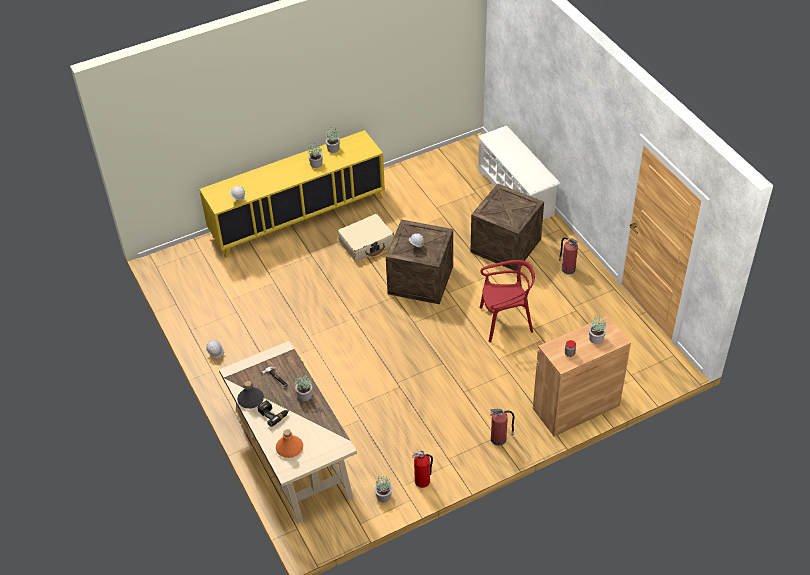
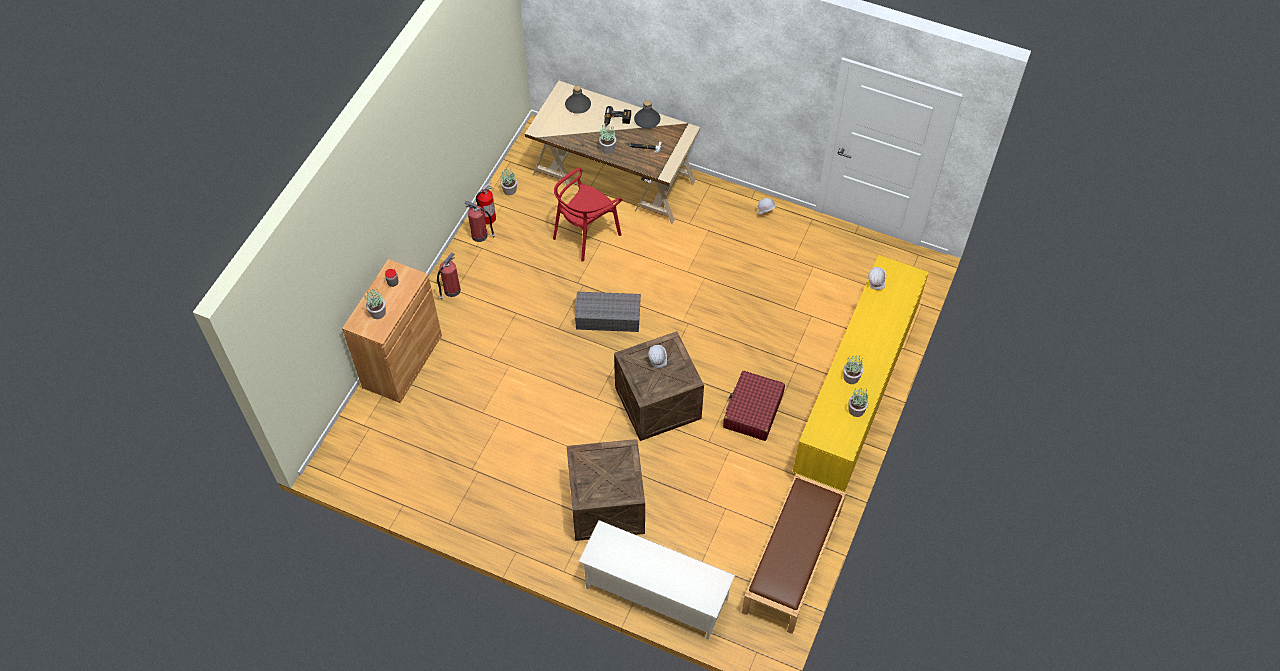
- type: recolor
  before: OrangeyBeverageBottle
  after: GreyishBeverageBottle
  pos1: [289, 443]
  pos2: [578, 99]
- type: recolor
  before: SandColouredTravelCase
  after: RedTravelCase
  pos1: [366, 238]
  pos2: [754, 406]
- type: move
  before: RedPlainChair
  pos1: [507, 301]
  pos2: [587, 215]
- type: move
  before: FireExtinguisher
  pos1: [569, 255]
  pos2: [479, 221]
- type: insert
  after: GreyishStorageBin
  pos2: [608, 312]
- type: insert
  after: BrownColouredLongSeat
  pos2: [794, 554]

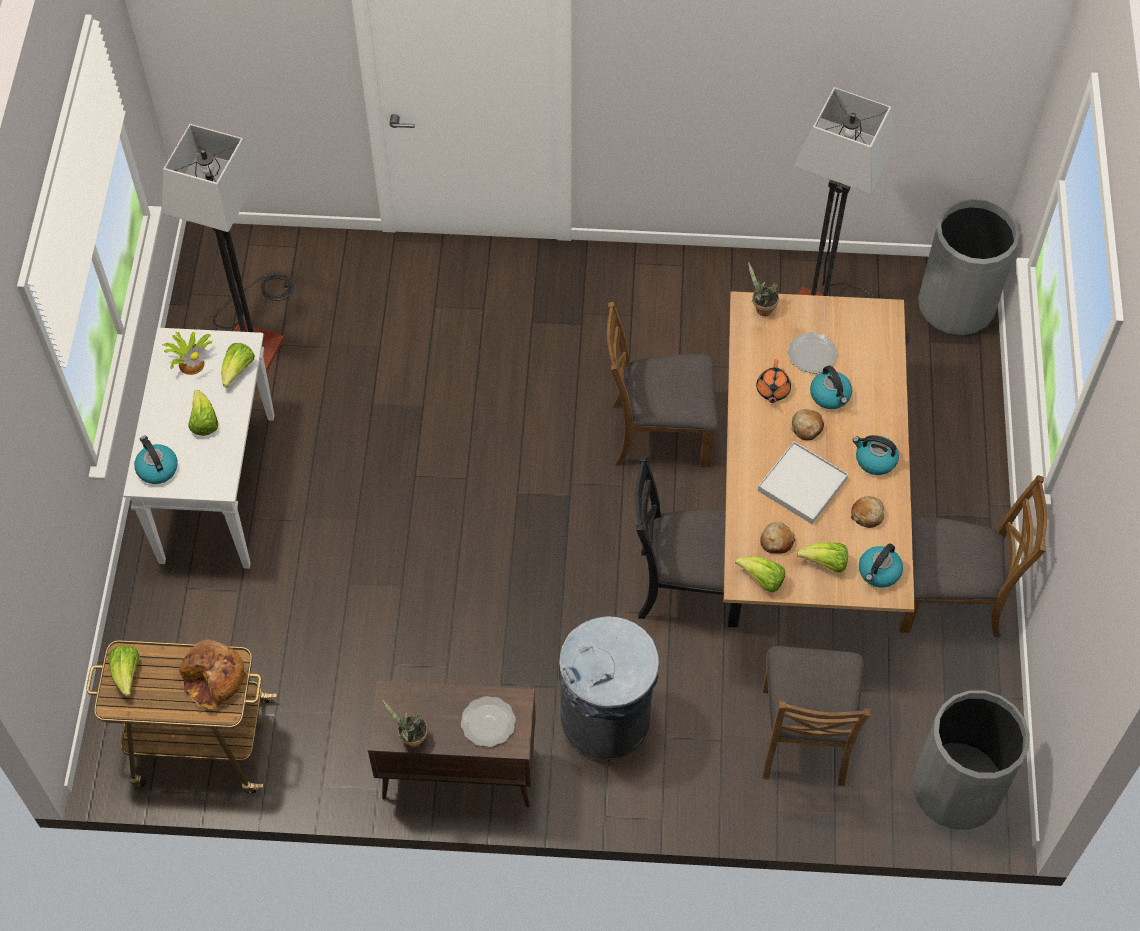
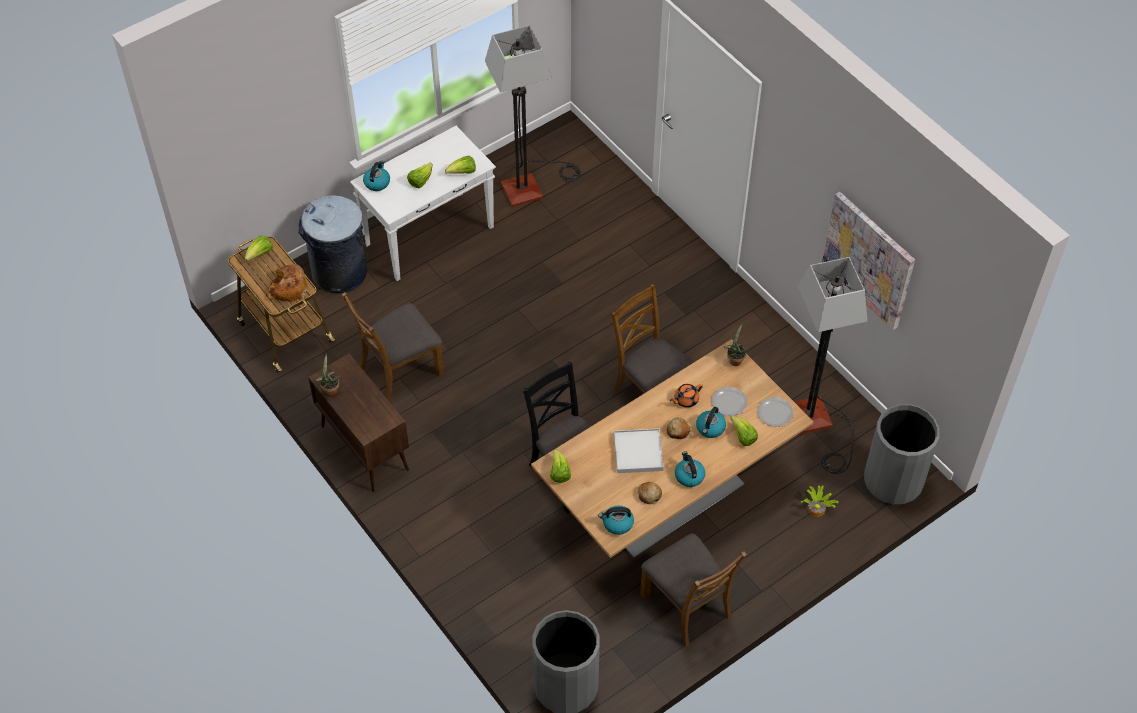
- type: move
  before: PlantInAPot
  pos1: [188, 353]
  pos2: [820, 501]
- type: move
  before: DinnerPlate
  pos1: [488, 721]
  pos2: [775, 412]
- type: move
  before: GreyishTrashCan
  pos1: [609, 688]
  pos2: [332, 244]
- type: delete
  before: Bread
  pos1: [777, 538]
- type: move
  before: BrownColouredPlainChair
  pos1: [817, 716]
  pos2: [393, 346]
- type: move
  before: LettuceHead
  pos1: [822, 557]
  pos2: [744, 431]
- type: insert
  after: WallPicture
  pos2: [868, 261]

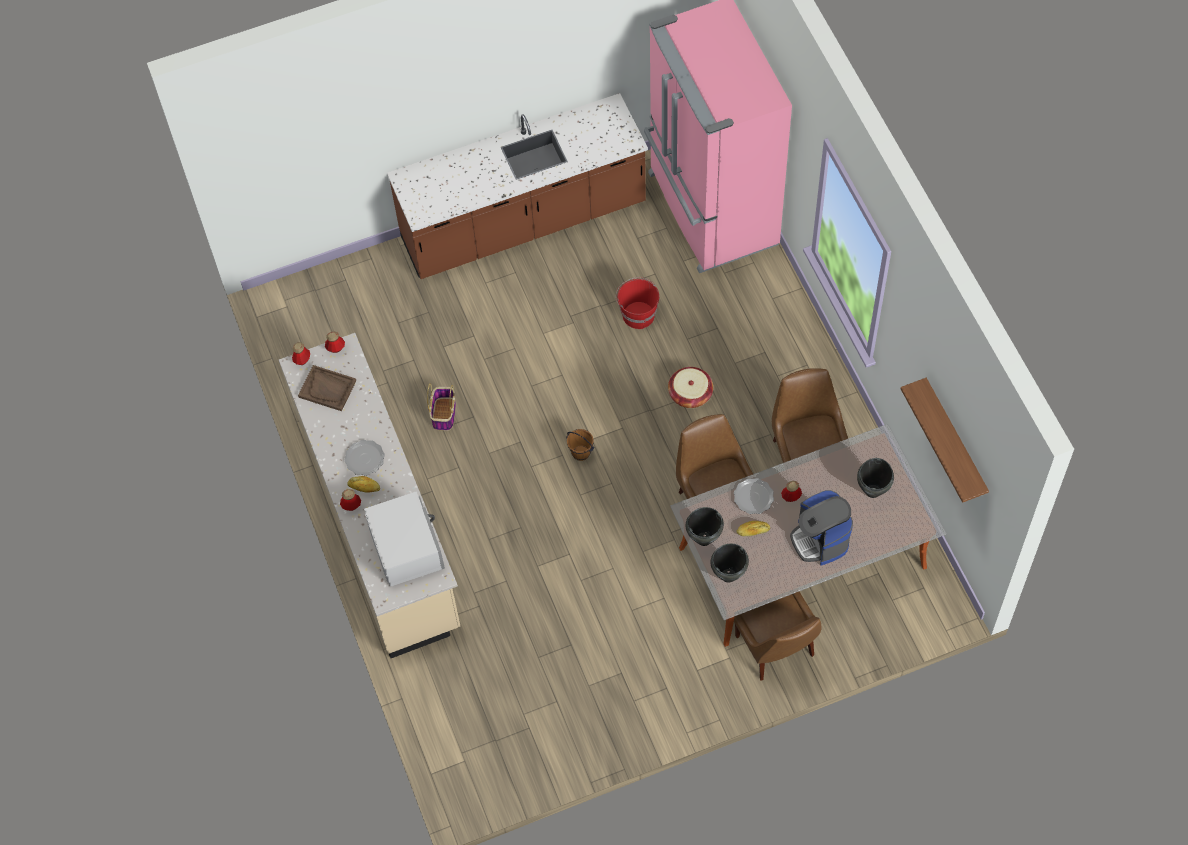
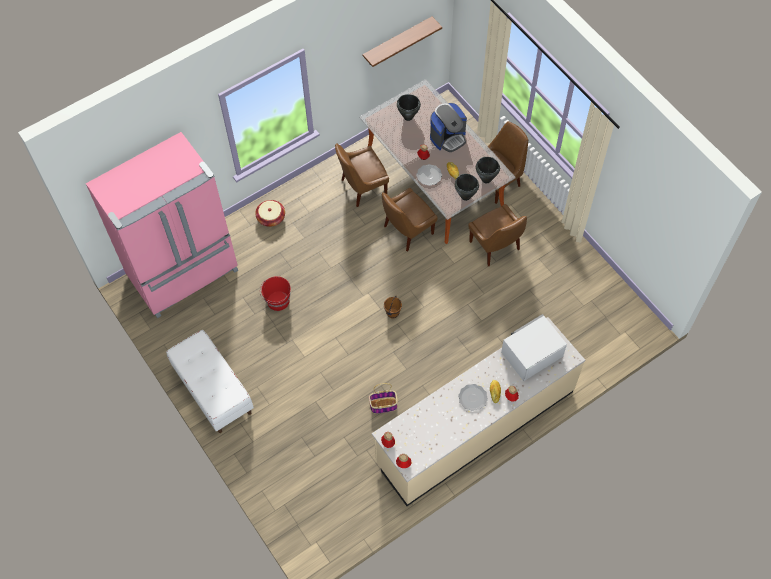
- type: delete
  before: BrownColouredTray
  pos1: [327, 388]
- type: replace
  before: BrownColouredKitchenBaseUnit
  after: WhiteColouredLongSeat
  pos1: [517, 186]
  pos2: [210, 381]
- type: move
  before: HouseholdBasket
  pos1: [690, 387]
  pos2: [270, 213]
- type: insert
  after: BrownColouredPlainChair
  pos2: [498, 235]

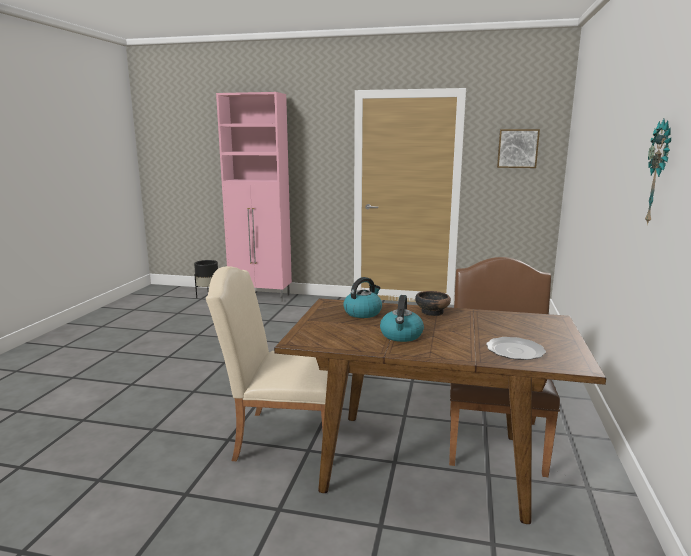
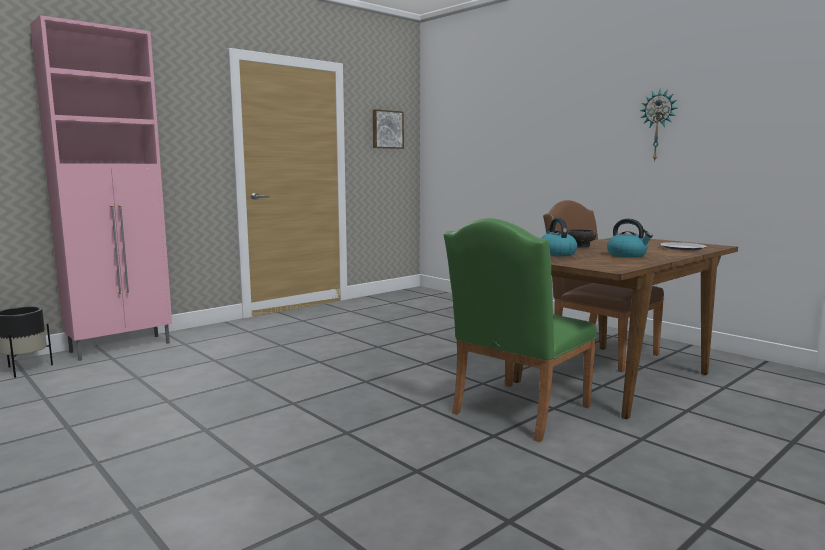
- type: recolor
  before: SandColouredPlainChair
  after: GreenishPlainChair
  pos1: [267, 363]
  pos2: [520, 330]

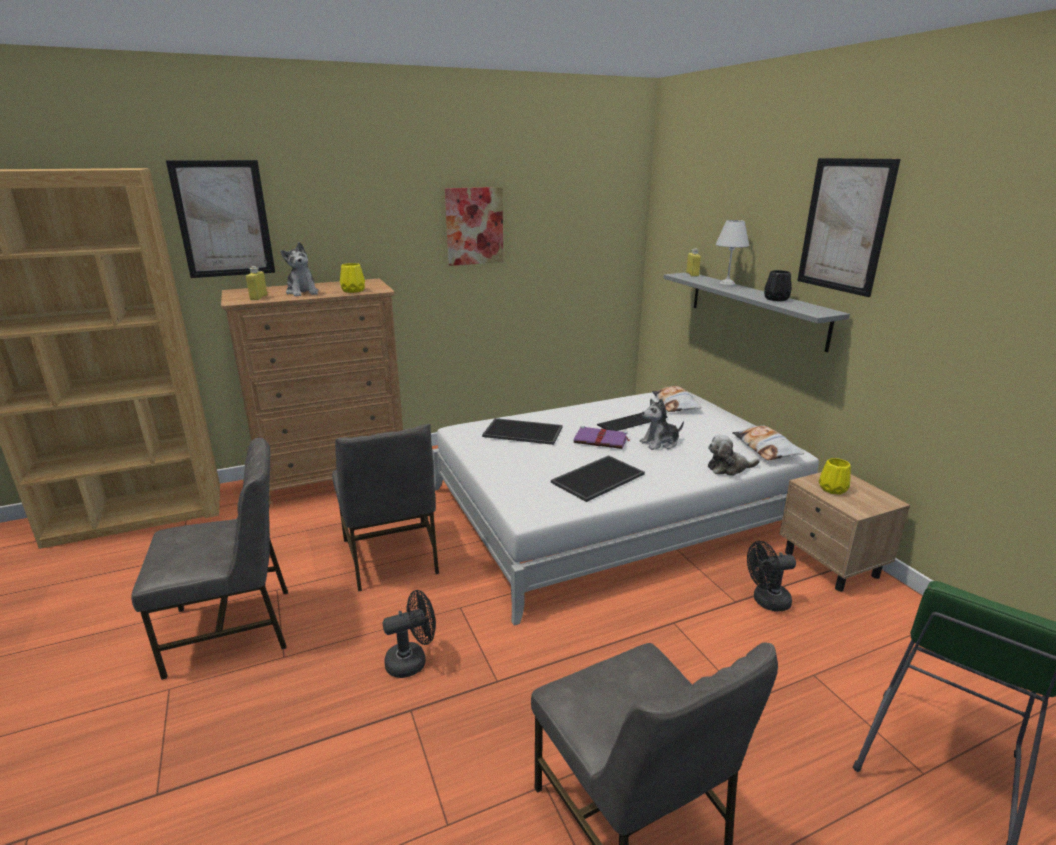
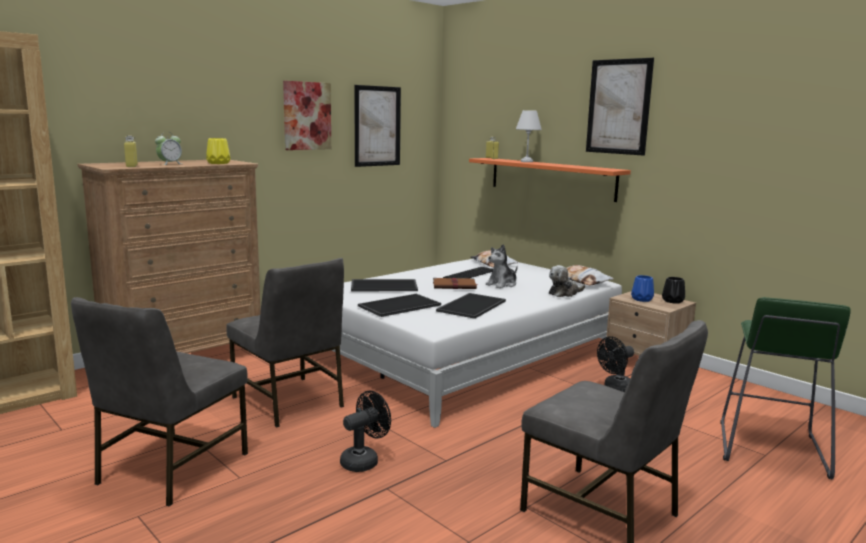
- type: rotate
  before: GreyishPlainChair
  pos1: [209, 559]
  pos2: [159, 401]
  turn: 150
- type: move
  before: WallPicture
  pos1: [220, 219]
  pos2: [377, 126]
- type: replace
  before: SoftToy
  after: BedsideClock
  pos1: [299, 269]
  pos2: [168, 148]
- type: recolor
  before: PurpleColouredBoundBook
  after: BrownColouredBoundBook
  pos1: [602, 437]
  pos2: [455, 283]
- type: recolor
  before: GreyishBracketShelf
  after: OrangeyBracketShelf
  pos1: [757, 312]
  pos2: [550, 180]
- type: move
  before: BlackishFlowerVase
  pos1: [777, 285]
  pos2: [673, 290]
- type: recolor
  before: YellowColouredFlowerVase
  after: BlueColouredFlowerVase
  pos1: [835, 476]
  pos2: [642, 288]
- type: insert
  after: Tray
  pos2: [399, 305]

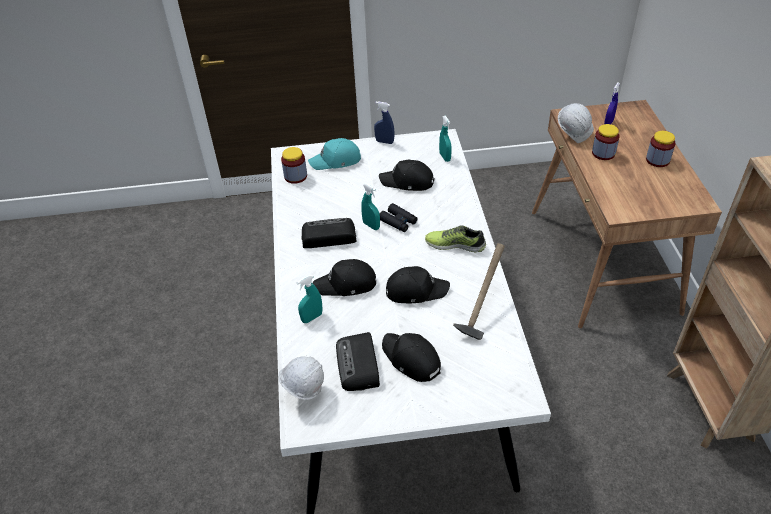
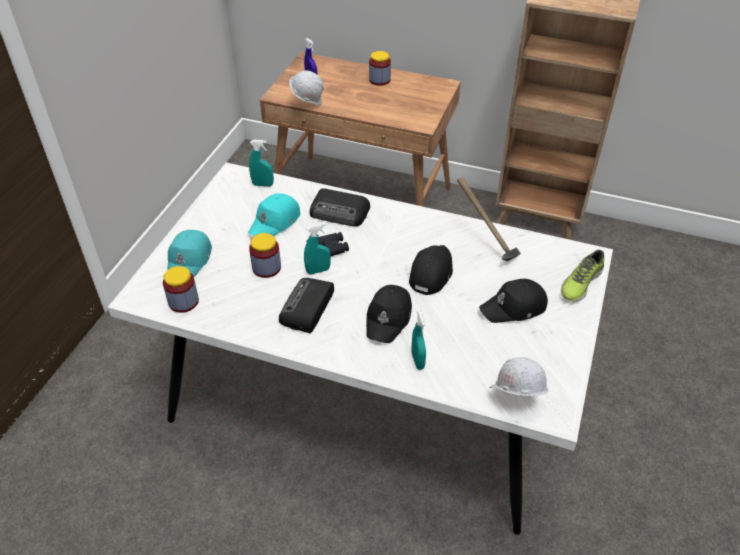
- type: move
  before: RadioReceiver
  pos1: [358, 361]
  pos2: [340, 207]
- type: delete
  before: BlueColouredHandSprayer
  pos1: [384, 122]
- type: recolor
  before: BlackishBaseballCap
  after: TurquoiseBaseballCap
  pos1: [407, 175]
  pos2: [274, 214]
- type: move
  before: ItemOfFootwear
  pos1: [455, 238]
  pos2: [582, 276]
- type: move
  before: Jar
  pos1: [606, 142]
  pos2: [265, 255]

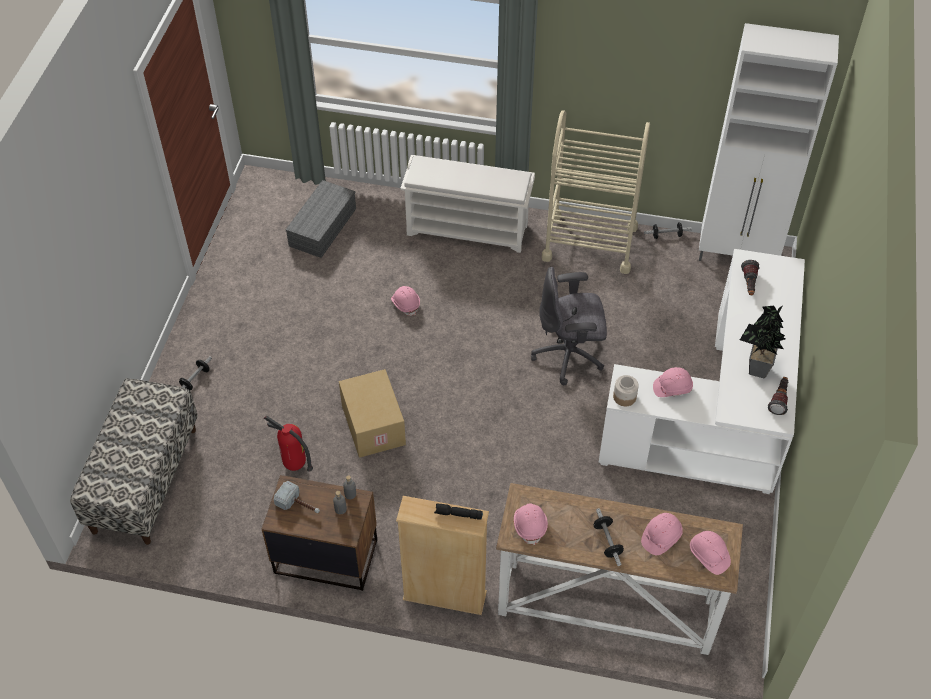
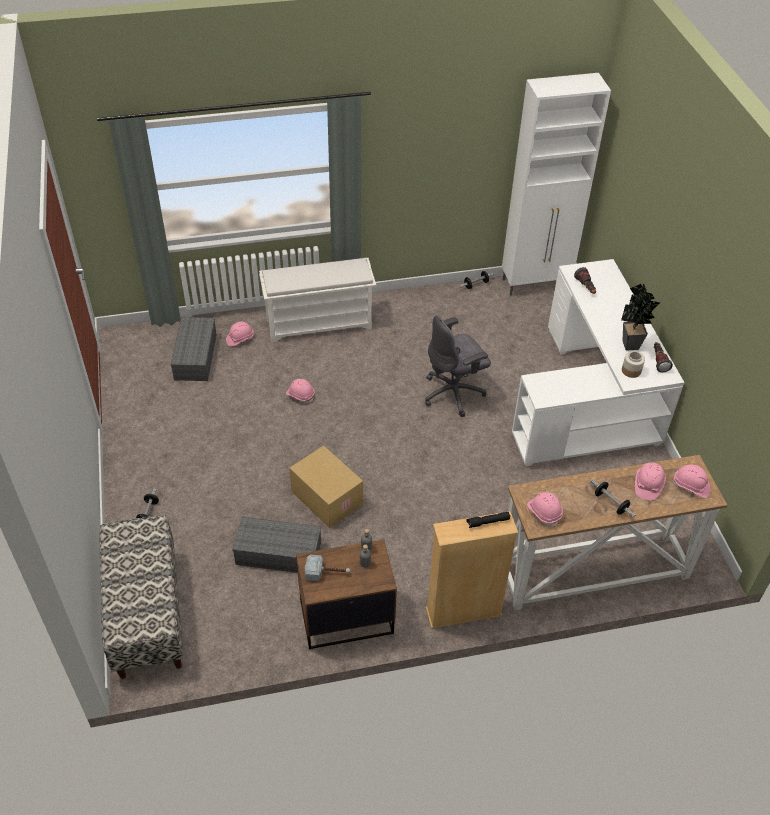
- type: replace
  before: FireExtinguisher
  after: GreyishStorageBin
  pos1: [288, 443]
  pos2: [276, 545]
- type: delete
  before: SandColouredWheeledCart
  pos1: [596, 192]
- type: move
  before: Jar
  pos1: [626, 390]
  pos2: [633, 364]
- type: move
  before: PinkishHardHat
  pos1: [673, 382]
  pos2: [240, 334]

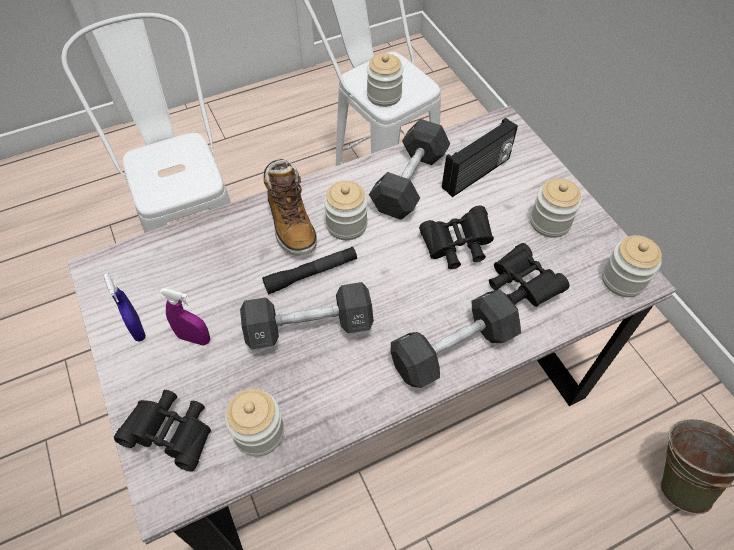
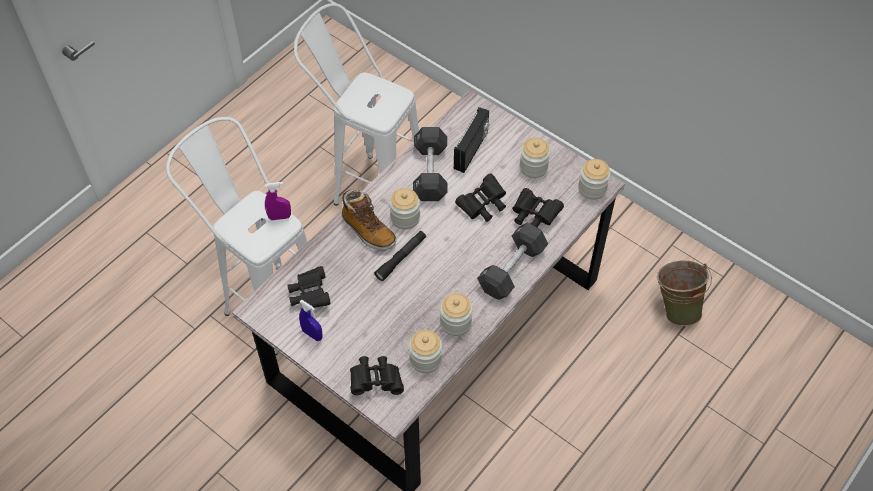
- type: move
  before: PurpleColouredHandSprayer
  pos1: [185, 317]
  pos2: [278, 201]
- type: delete
  before: BlackishDumbbell
  pos1: [307, 316]
- type: move
  before: Jar
  pos1: [385, 80]
  pos2: [456, 314]
- type: insert
  after: BlackishPairOfBinoculars
  pos2: [309, 287]

